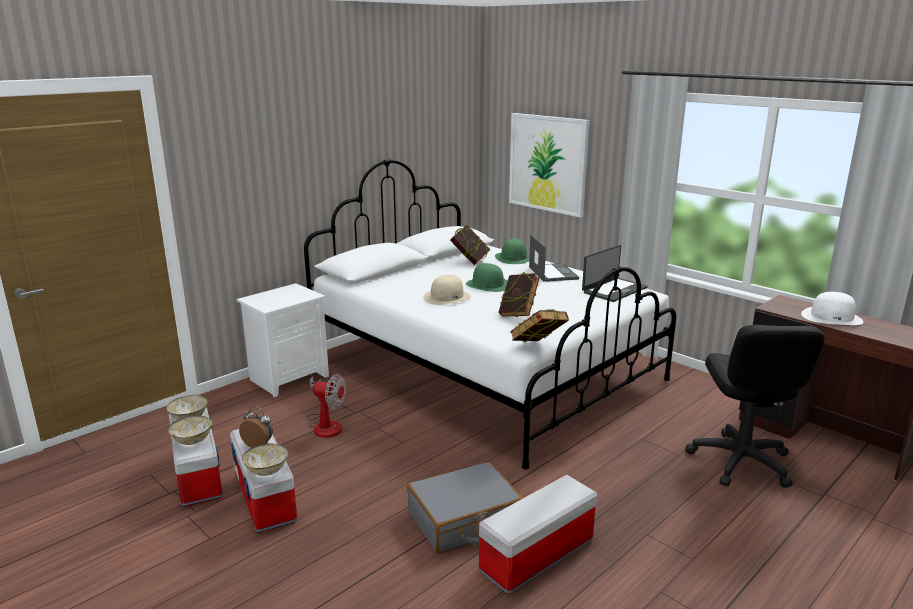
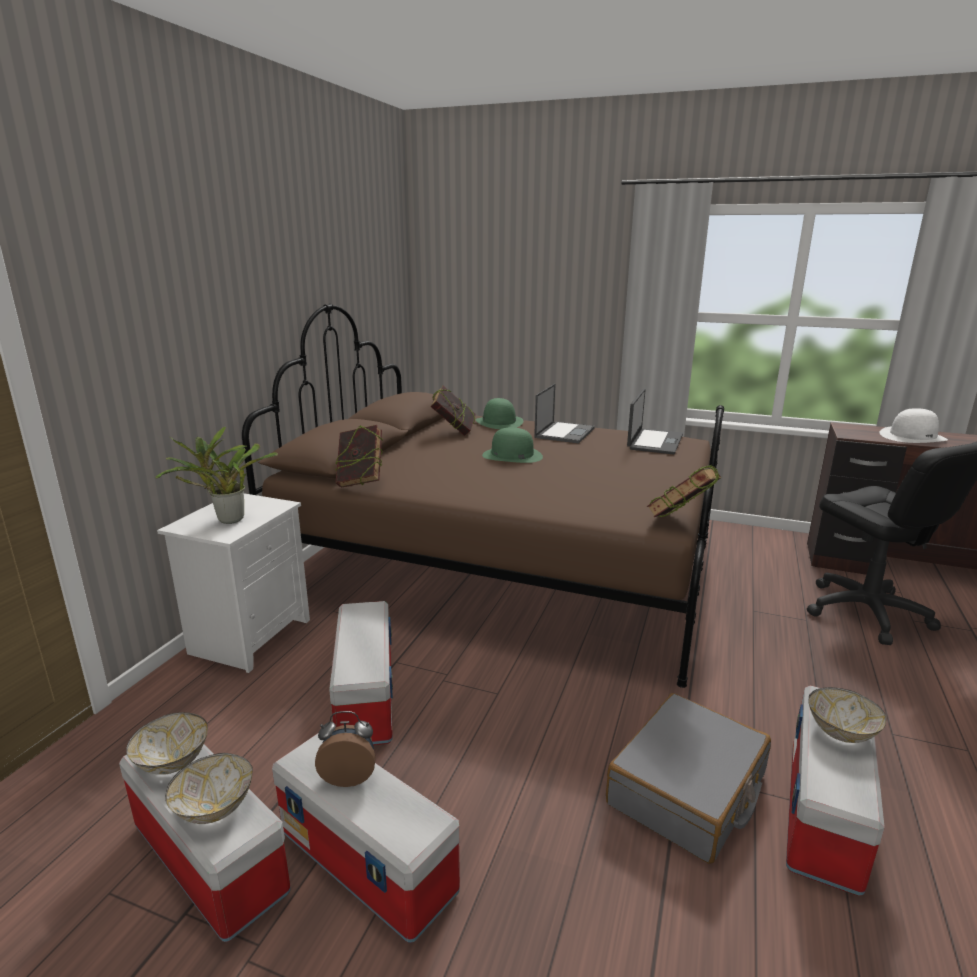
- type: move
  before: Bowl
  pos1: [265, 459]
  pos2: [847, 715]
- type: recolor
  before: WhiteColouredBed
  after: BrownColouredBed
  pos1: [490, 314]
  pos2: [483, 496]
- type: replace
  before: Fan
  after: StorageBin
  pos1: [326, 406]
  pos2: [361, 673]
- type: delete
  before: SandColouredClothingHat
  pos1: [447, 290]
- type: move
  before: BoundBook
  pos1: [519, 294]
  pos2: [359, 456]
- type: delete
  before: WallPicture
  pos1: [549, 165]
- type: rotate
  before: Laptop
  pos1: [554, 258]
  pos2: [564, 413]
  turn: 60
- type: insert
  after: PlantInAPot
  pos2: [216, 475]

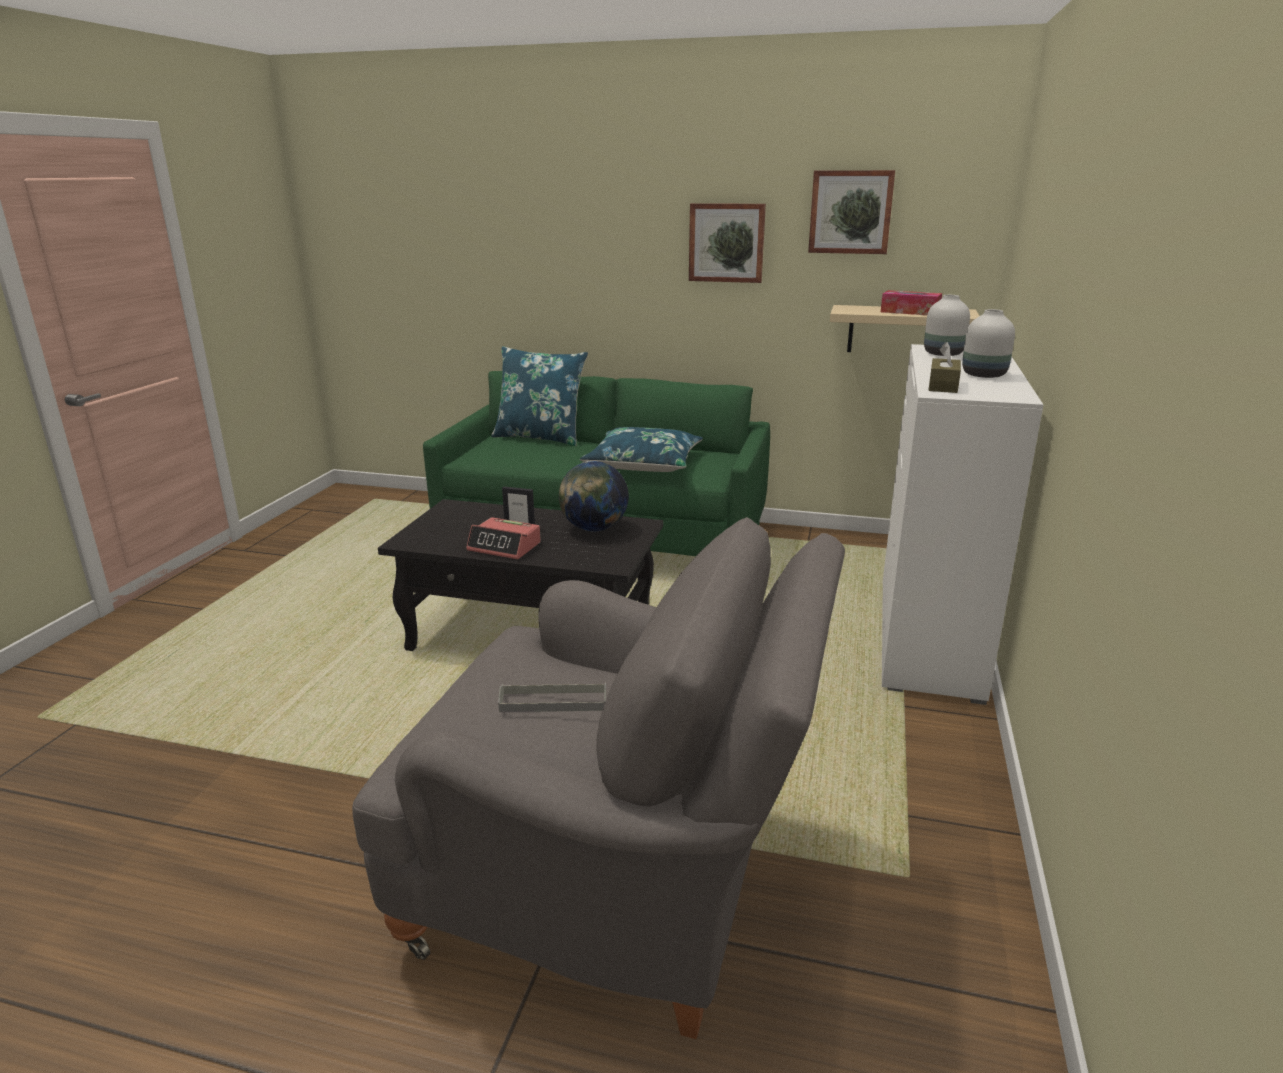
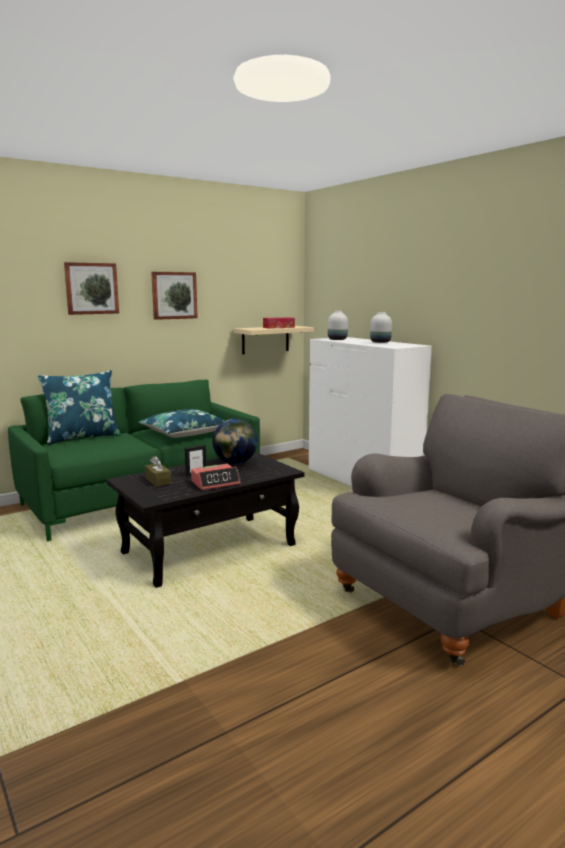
- type: delete
  before: GreyishTray
  pos1: [552, 697]
- type: move
  before: WallPicture
  pos1: [851, 212]
  pos2: [91, 288]
- type: move
  before: BrownColouredTissueHolder
  pos1: [944, 367]
  pos2: [158, 471]

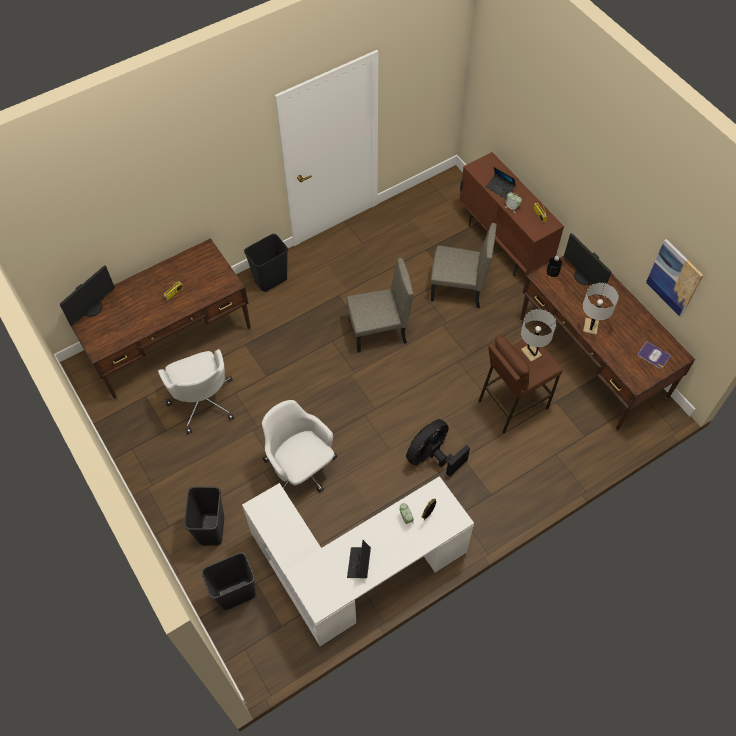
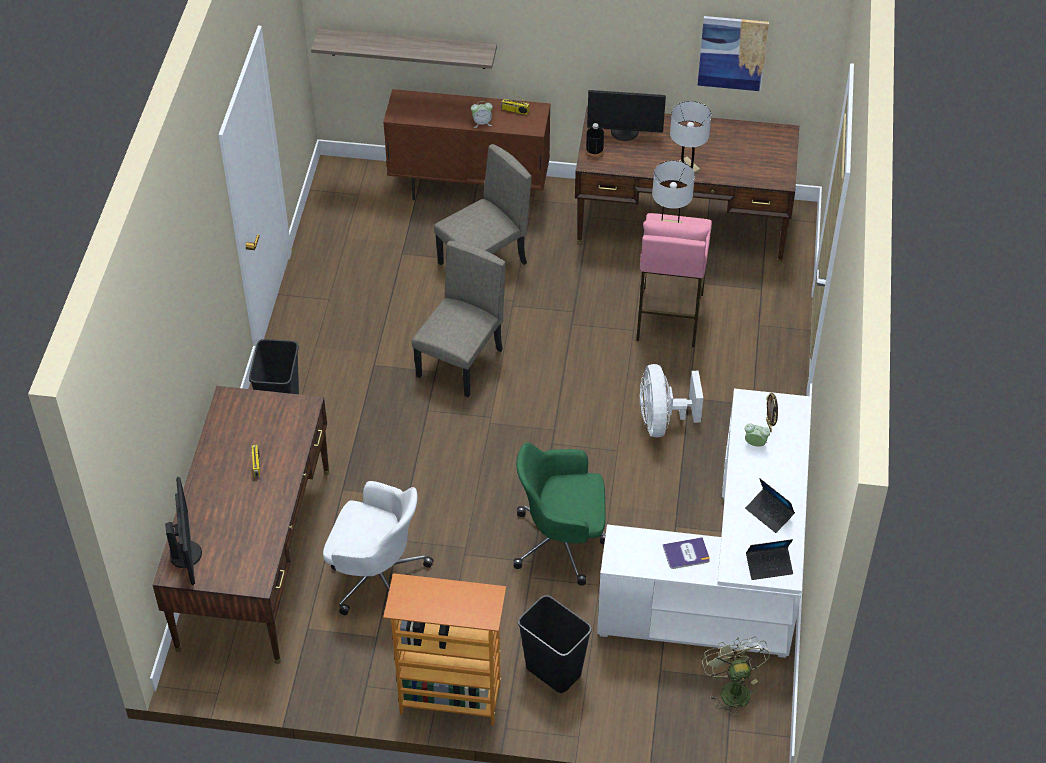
- type: delete
  before: BlackishTrashCan
  pos1: [229, 581]
- type: recolor
  before: WhiteColouredDeskChair
  after: GreenishDeskChair
  pos1: [299, 446]
  pos2: [559, 514]
- type: recolor
  before: BlackishFan
  after: WhiteColouredFan
  pos1: [438, 448]
  pos2: [671, 400]
- type: recolor
  before: BrownColouredStool
  after: PinkishStool
  pos1: [520, 385]
  pos2: [674, 280]
- type: move
  before: Laptop
  pos1: [501, 183]
  pos2: [769, 559]
- type: move
  before: BoundBook
  pos1: [654, 355]
  pos2: [686, 553]
- type: insert
  after: BracketShelf
  pos2: [404, 48]
- type: insert
  after: Bookshelf
  pos2: [444, 649]
- type: insert
  after: GreenishFan
  pos2: [736, 676]

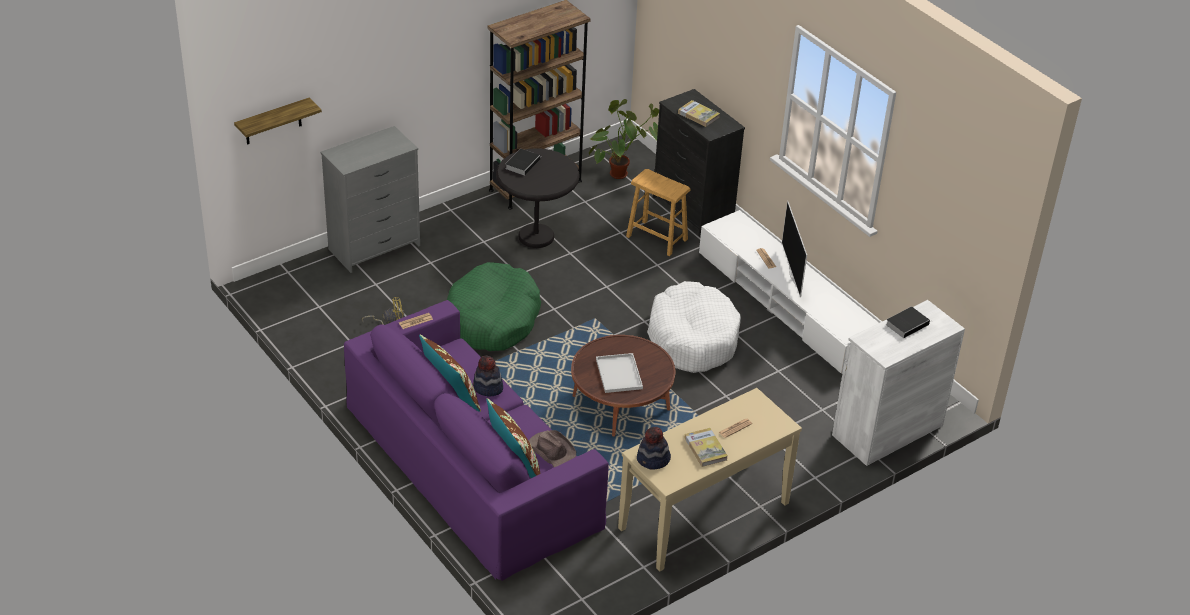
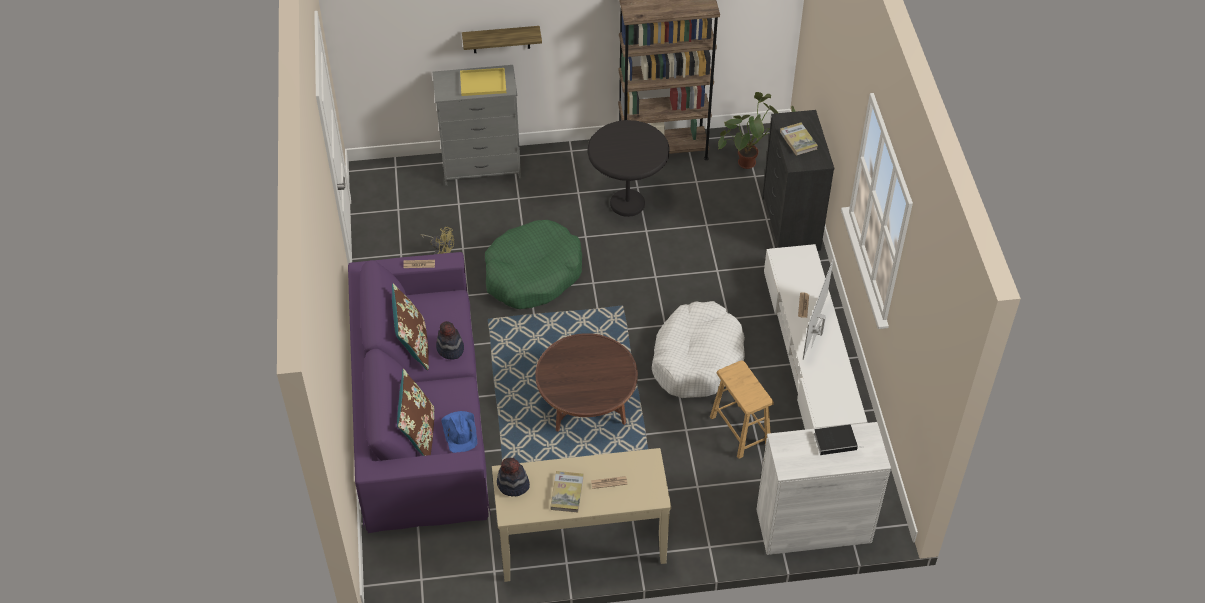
- type: move
  before: BracketShelf
  pos1: [278, 121]
  pos2: [502, 39]
- type: delete
  before: BoundBook
  pos1: [523, 162]
- type: recolor
  before: BrownColouredClothingHat
  after: BlueColouredClothingHat
  pos1: [552, 448]
  pos2: [459, 432]
- type: delete
  before: WhiteColouredTray
  pos1: [619, 373]
- type: move
  before: BrownColouredStool
  pos1: [658, 212]
  pos2: [742, 409]
- type: insert
  after: YellowColouredTray
  pos2: [483, 82]

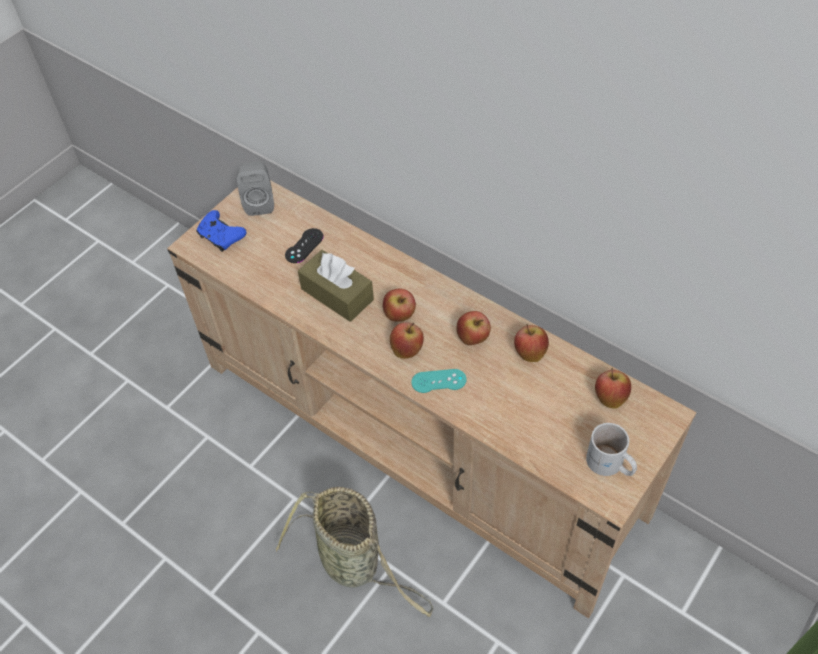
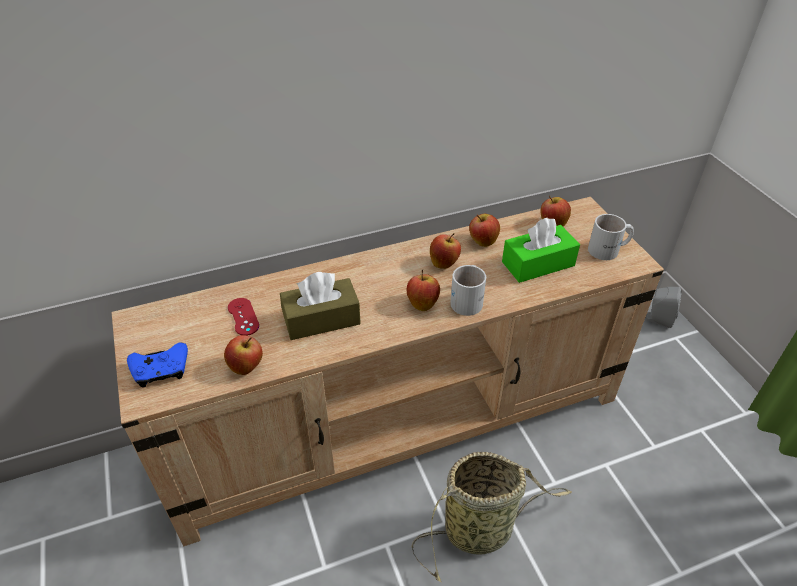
- type: move
  before: GreyishAudioSpeaker
  pos1: [255, 188]
  pos2: [664, 307]
- type: recolor
  before: BlackishJoypad
  after: RedJoypad
  pos1: [304, 245]
  pos2: [243, 317]
- type: move
  before: WholeApple
  pos1: [399, 305]
  pos2: [243, 355]
- type: replace
  before: TurquoiseJoypad
  after: WhiteColouredTeaMug
  pos1: [438, 381]
  pos2: [468, 290]
- type: insert
  after: GreenishTissueHolder
  pos2: [541, 250]

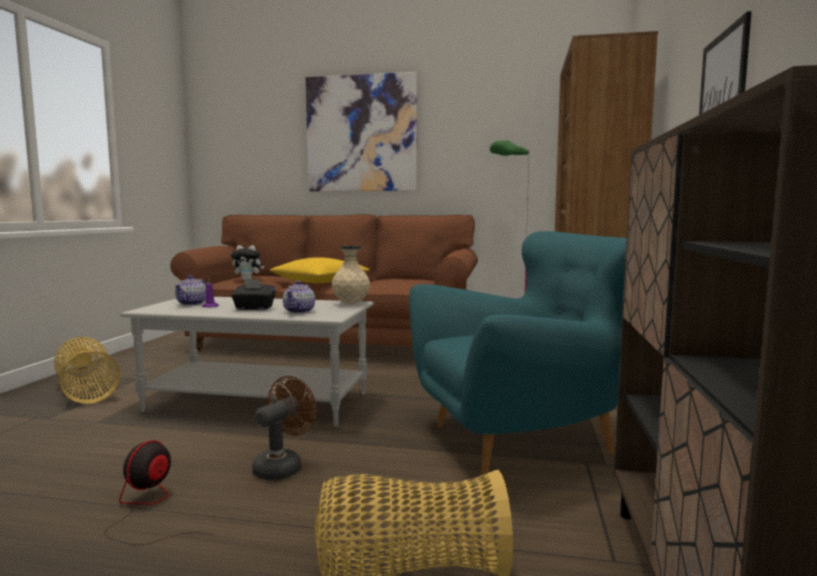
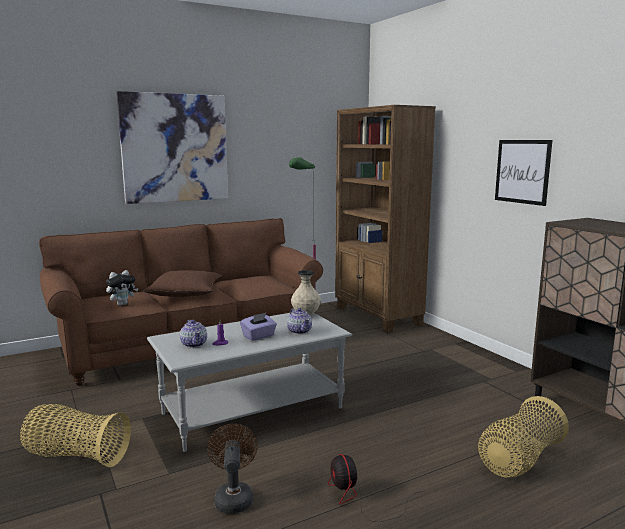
- type: recolor
  before: BlackishTissueHolder
  after: PurpleColouredTissueHolder
  pos1: [253, 294]
  pos2: [258, 327]
- type: move
  before: BrownColouredFan
  pos1: [284, 428]
  pos2: [232, 468]
- type: recolor
  before: YellowColouredThrowPillow
  after: BrownColouredThrowPillow
  pos1: [320, 270]
  pos2: [182, 283]
- type: delete
  before: TurquoiseEasyChair
  pos1: [518, 353]

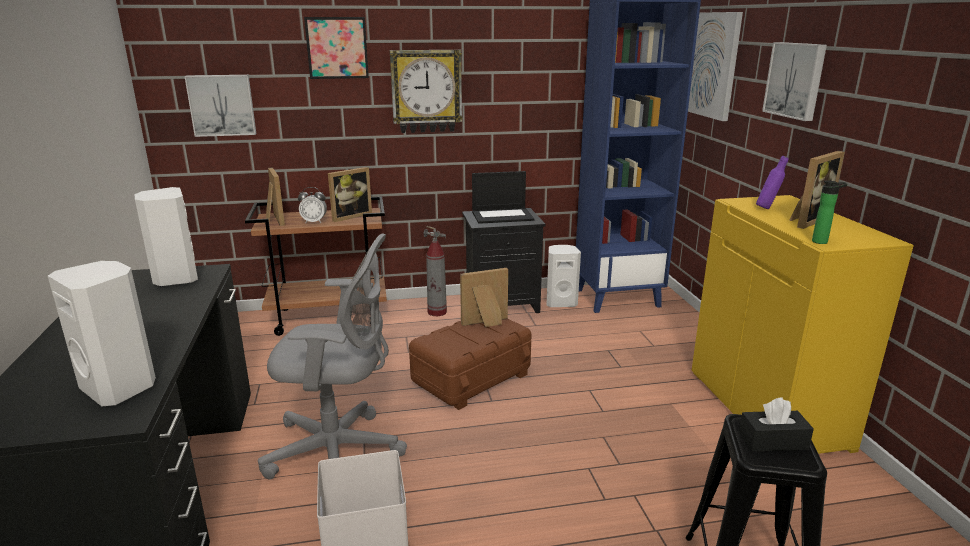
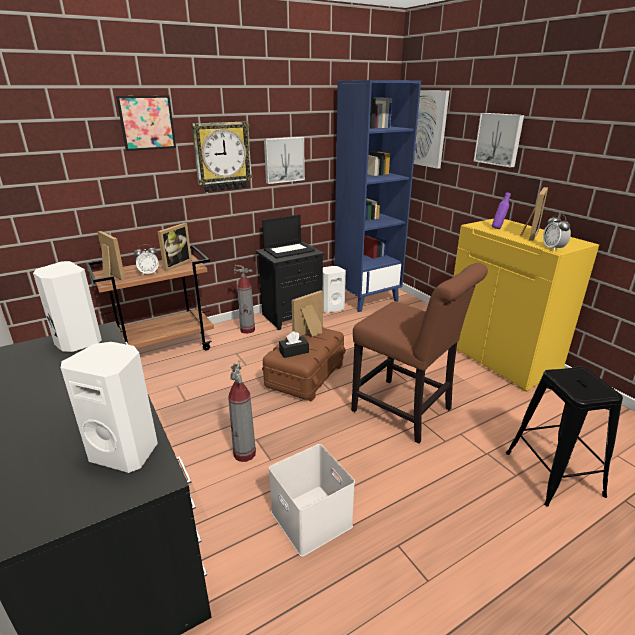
- type: move
  before: WallPicture
  pos1: [220, 106]
  pos2: [284, 160]
- type: replace
  before: GreyishDeskChair
  after: FireExtinguisher
  pos1: [332, 356]
  pos2: [242, 411]
- type: move
  before: BlackishTissueHolder
  pos1: [776, 424]
  pos2: [294, 345]
- type: replace
  before: BeverageBottle
  after: BedsideClock
  pos1: [829, 212]
  pos2: [557, 232]
- type: insert
  after: BrownColouredPlainChair
  pos2: [419, 353]

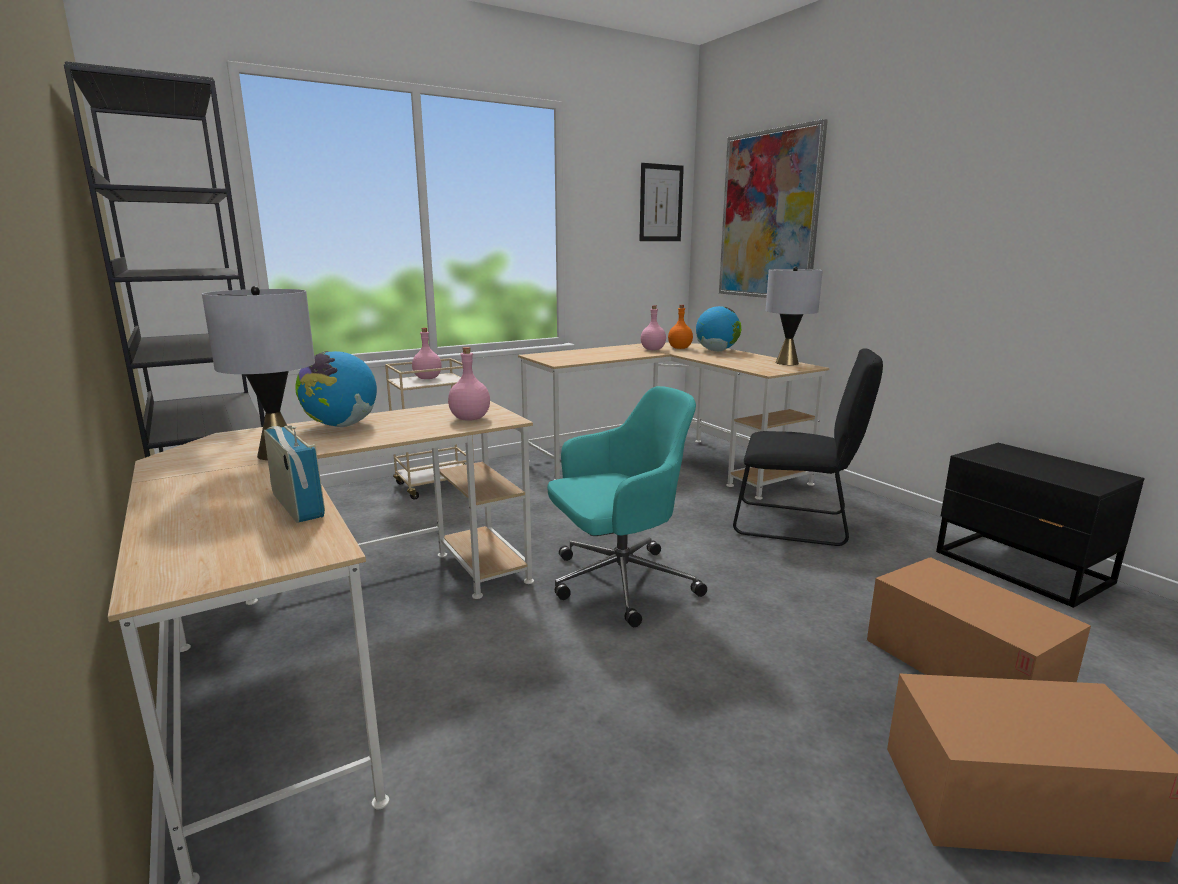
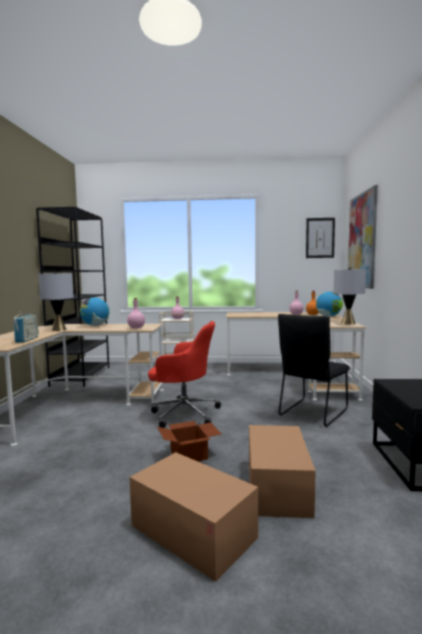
- type: recolor
  before: TurquoiseDeskChair
  after: RedDeskChair
  pos1: [627, 506]
  pos2: [184, 374]
- type: rotate
  before: BlackishPlainChair
  pos1: [808, 447]
  pos2: [314, 370]
  turn: 75
- type: insert
  after: Carton
  pos2: [189, 441]

